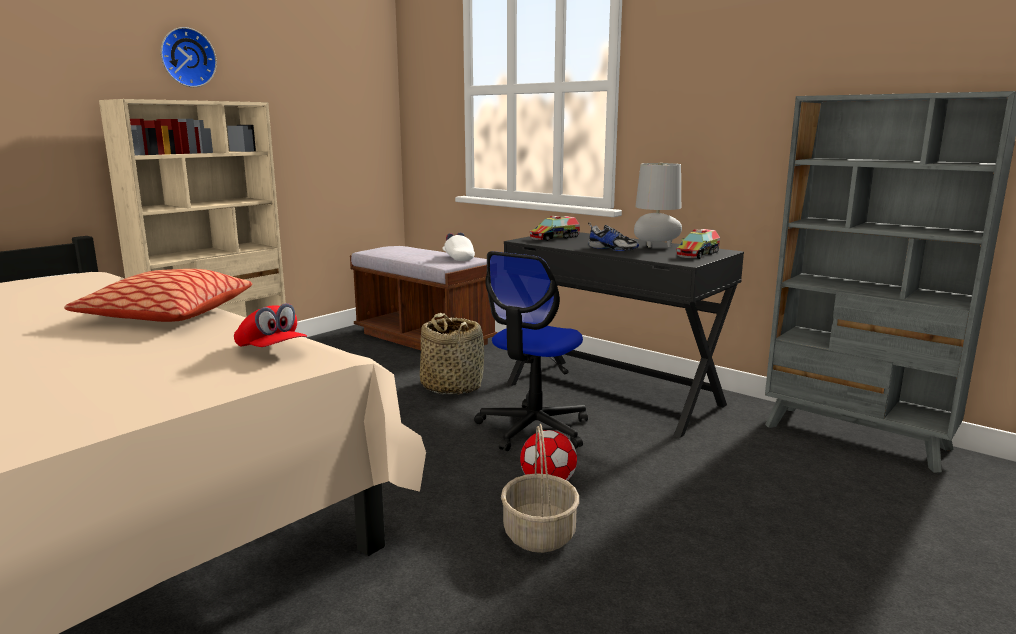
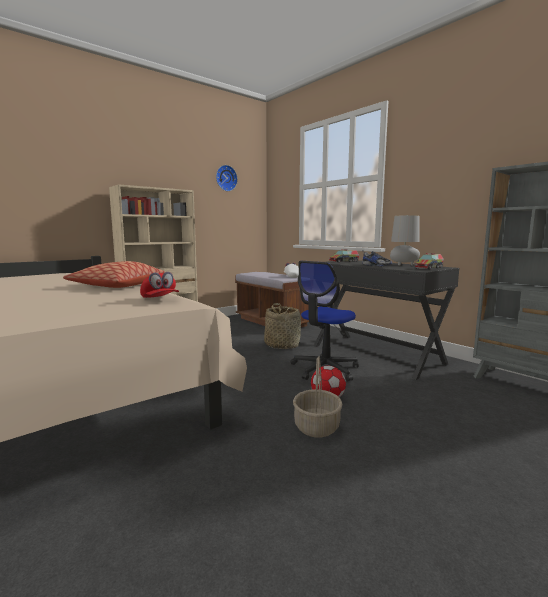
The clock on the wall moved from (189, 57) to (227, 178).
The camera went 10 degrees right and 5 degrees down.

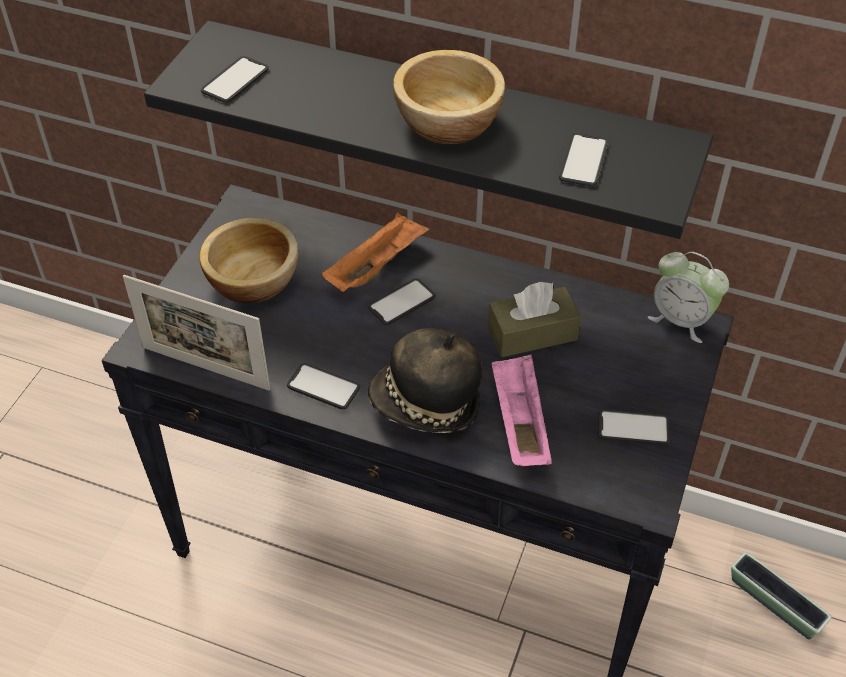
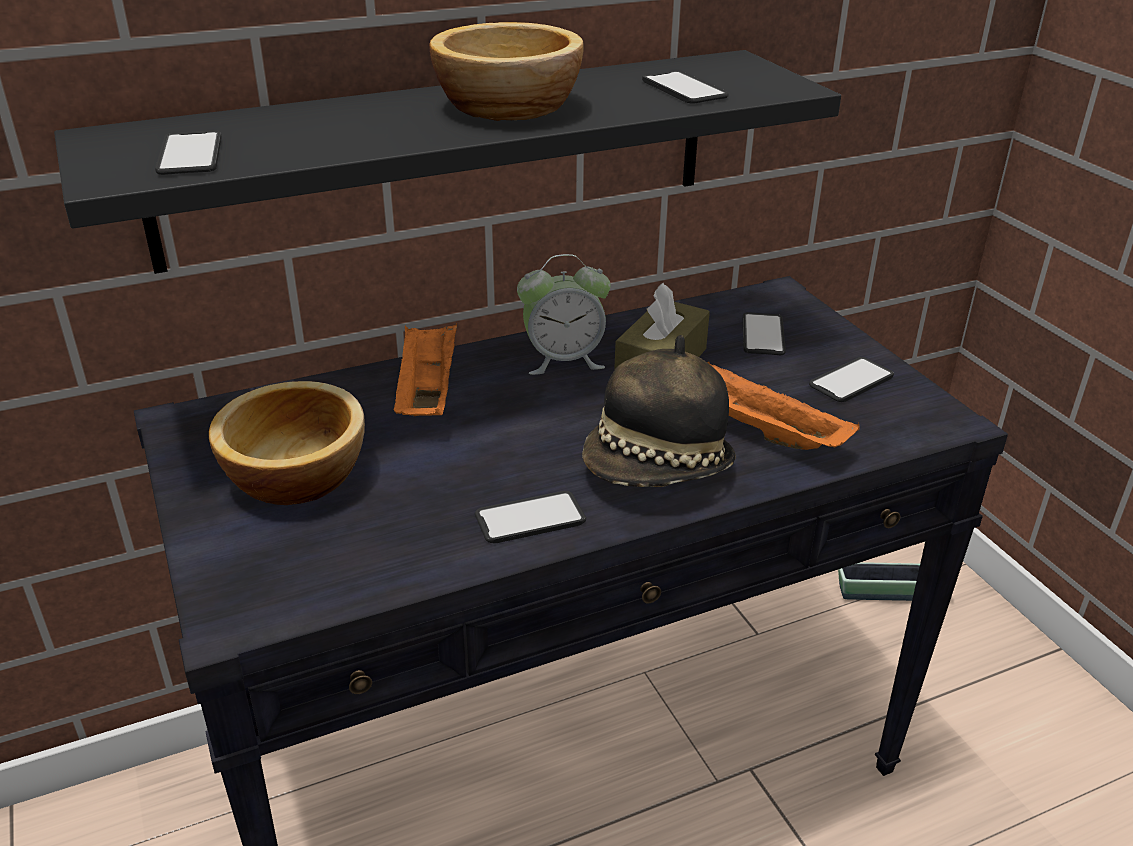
The bedside clock moved from (688, 297) to (564, 314).
The pink serving tray at (521, 410) became the orange serving tray at (784, 405).
The telephone moved from (401, 301) to (764, 333).
The standing frame at (196, 333) disappeared.
The camera went 45 degrees left and 15 degrees down.

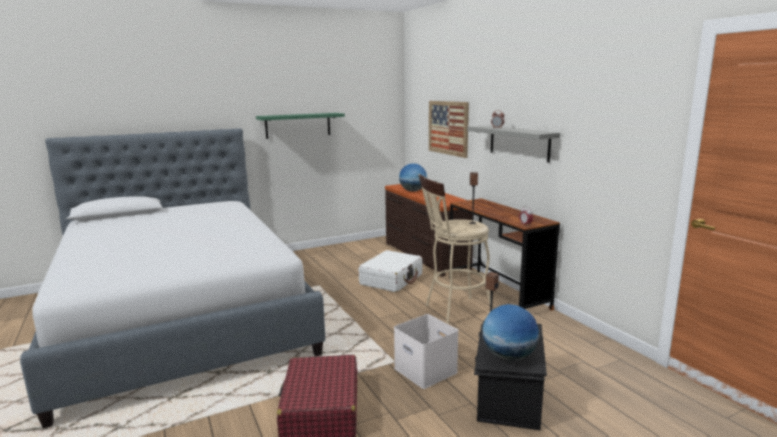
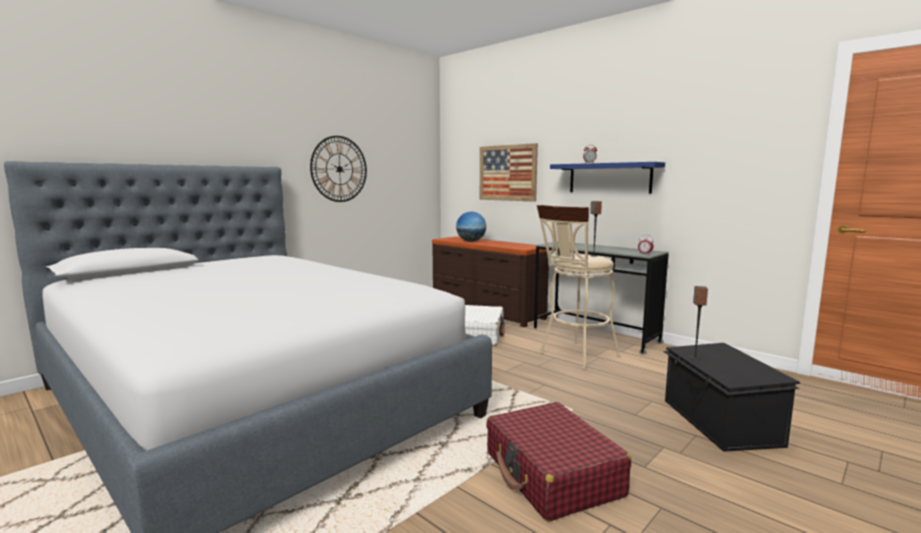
The greenish wall shelf at (300, 126) was replaced by the clock on the wall at (338, 169).
The brownish desk unit at (504, 254) became the gray desk unit at (601, 298).
The gray wall shelf at (513, 144) became the bluish wall shelf at (607, 178).
The white-coloured storage bin at (426, 351) disappeared.
The desk globe at (510, 332) disappeared.
The camera went 20 degrees left and 5 degrees down.

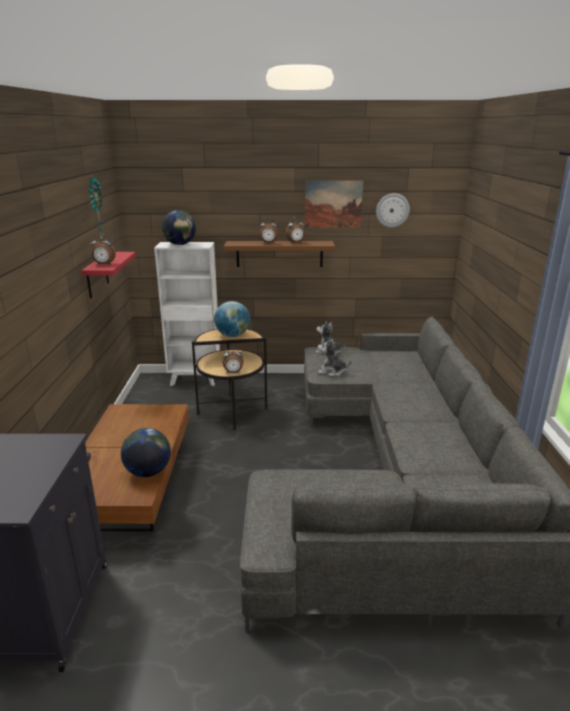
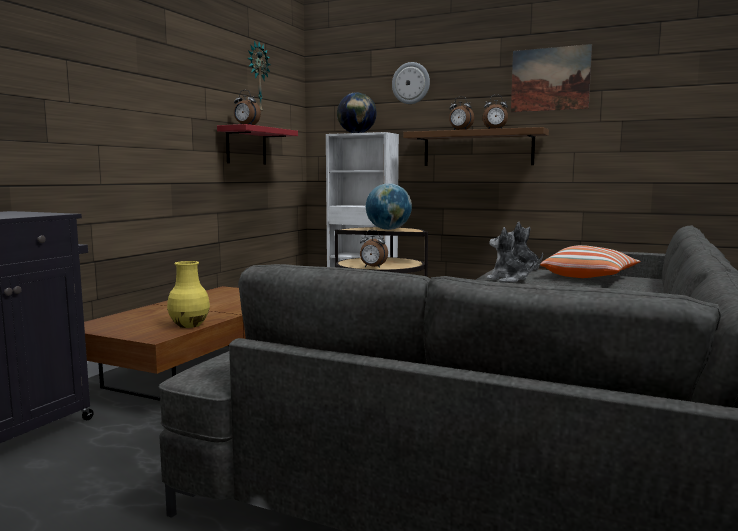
The desk globe at (146, 452) was replaced by the yellow-coloured vase at (188, 294).
The clock on the wall moved from (393, 210) to (411, 83).
The cushion at (590, 261) appeared.
The camera went 25 degrees right and 15 degrees down.

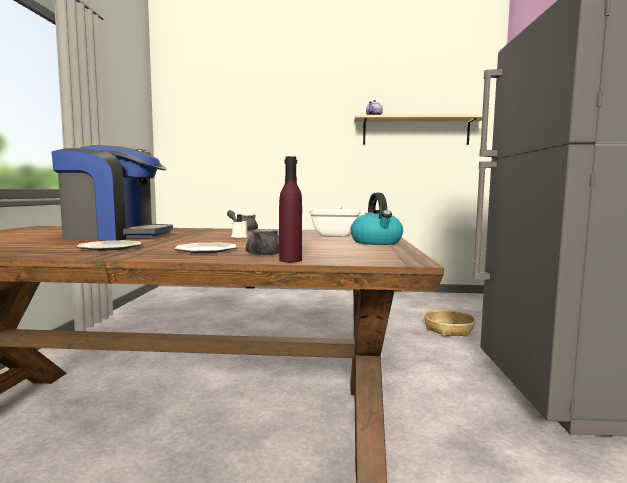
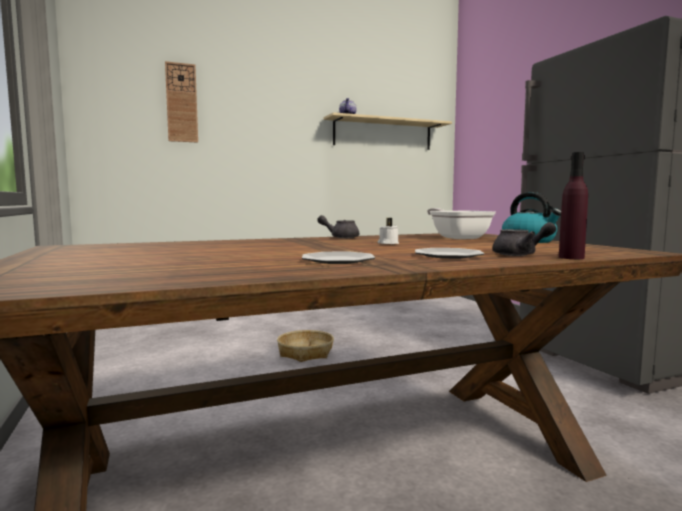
The clock on the wall at (181, 102) appeared.
The storage basket moved from (450, 323) to (305, 346).
The coffee machine at (112, 193) disappeared.
The camera went 25 degrees left and 0 degrees up.

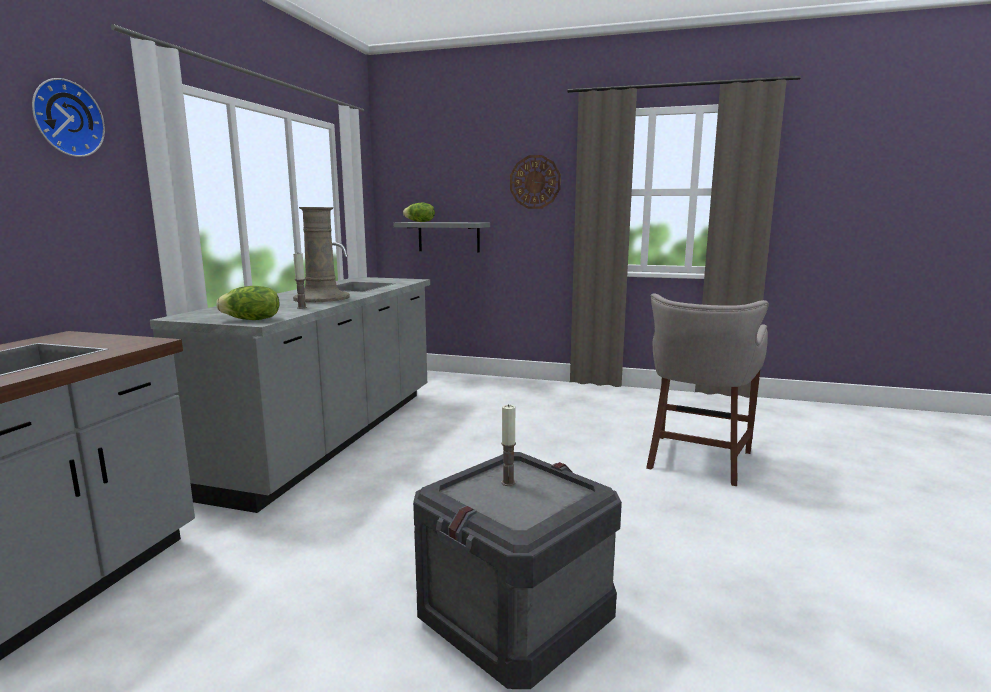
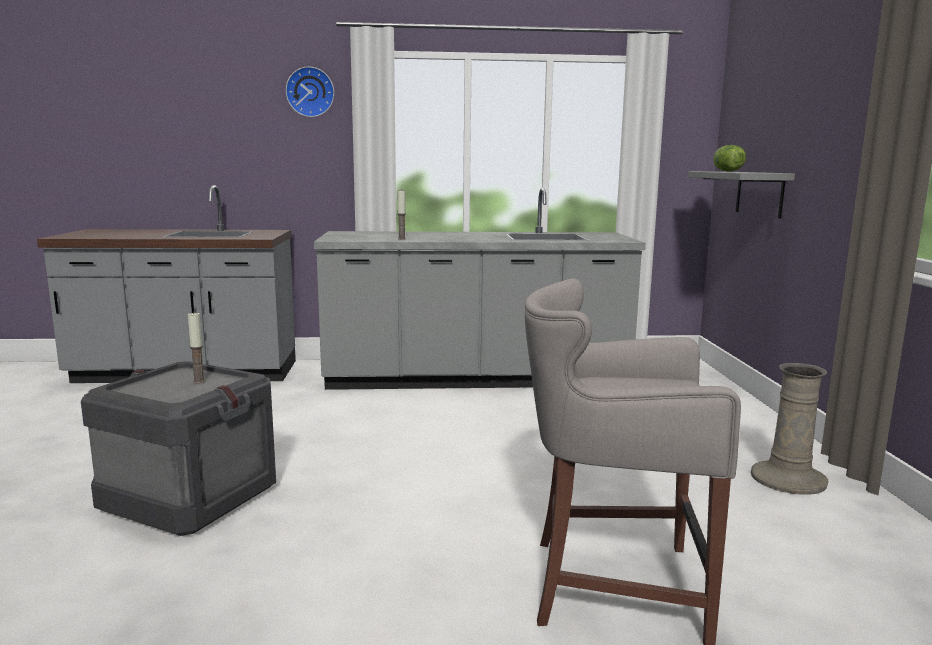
The beige-coloured vase moved from (321, 255) to (789, 429).
The lettuce head at (247, 303) disappeared.
The clock on the wall at (535, 182) disappeared.
The camera went 70 degrees right and 0 degrees up.

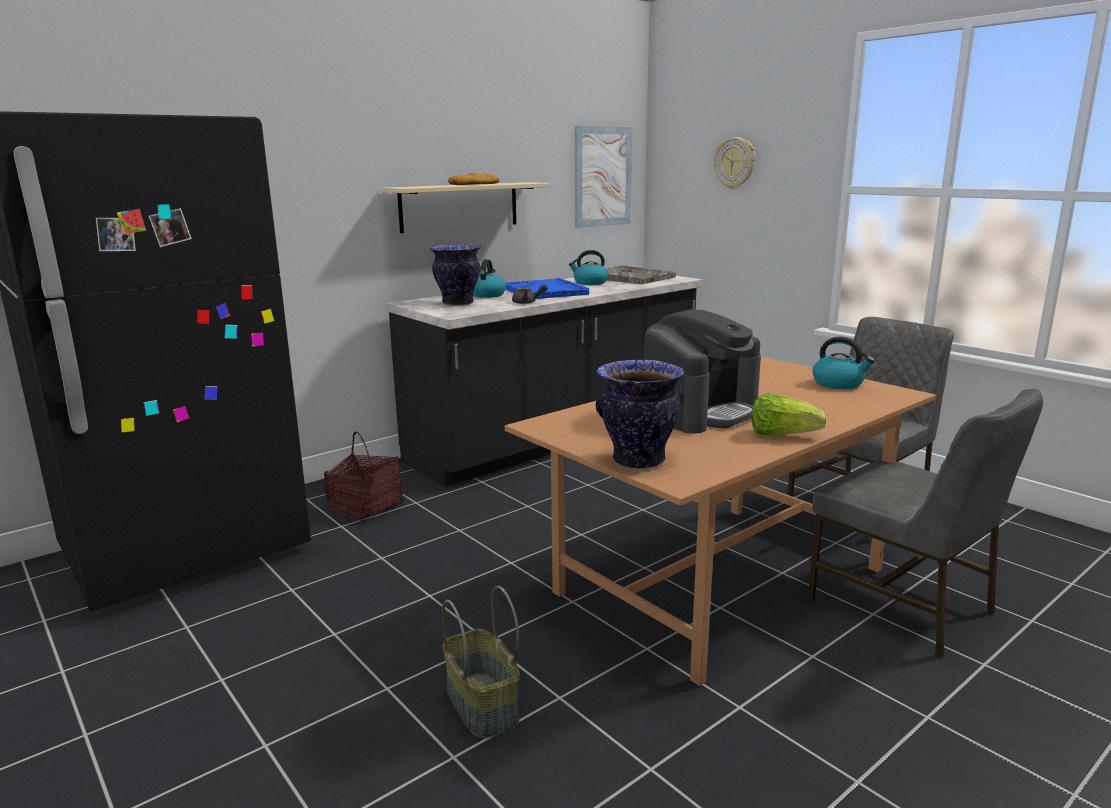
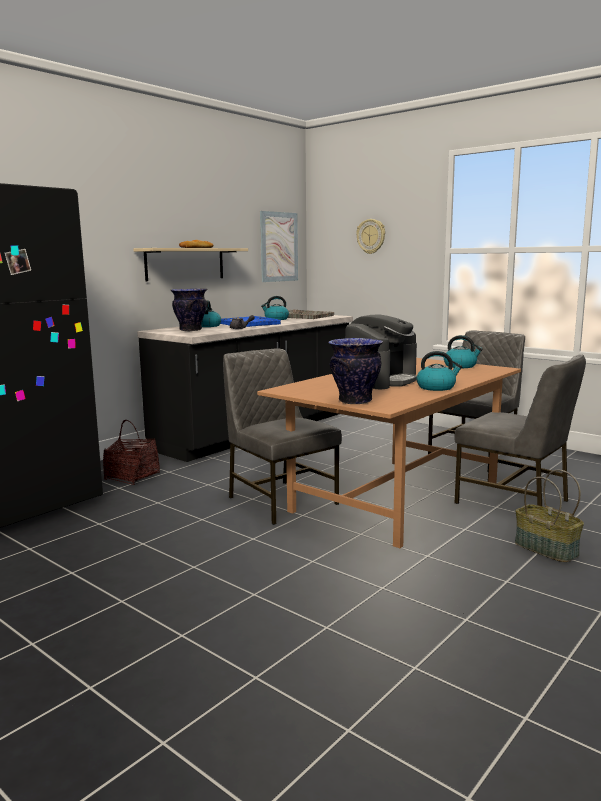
The gray plain chair at (282, 436) appeared.
The lettuce head at (789, 414) was replaced by the kettle at (439, 371).
The storage basket moved from (481, 662) to (549, 516).
The camera went 10 degrees left and 5 degrees down.

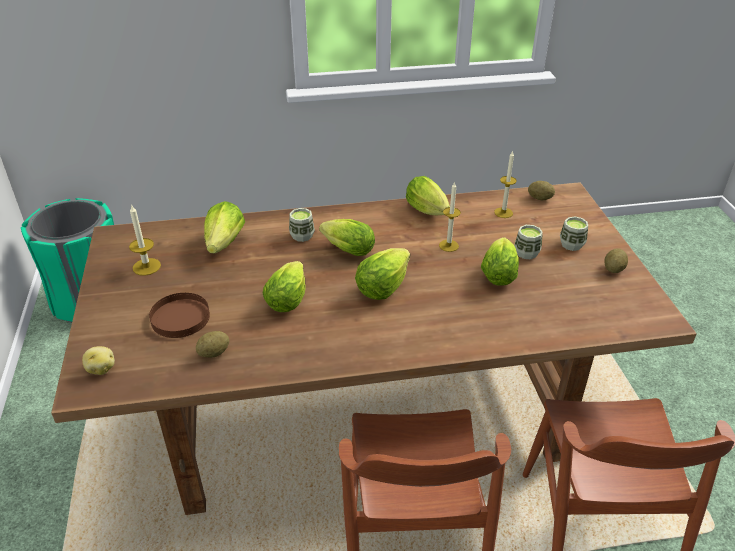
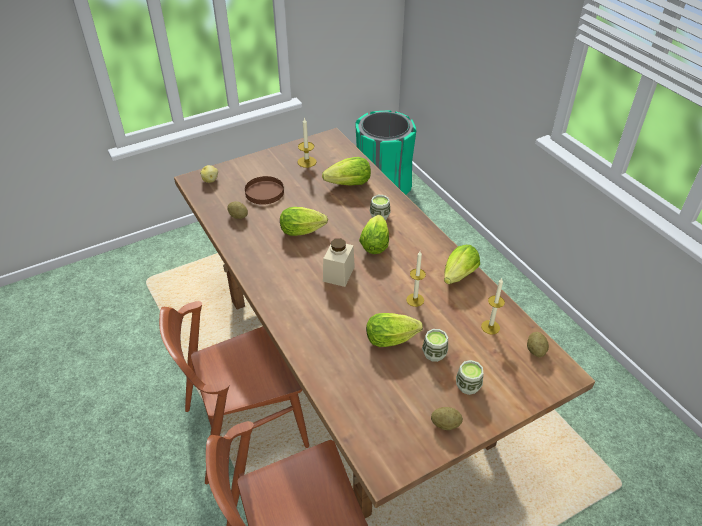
The lettuce head at (382, 274) was replaced by the beige-coloured preserve jar at (339, 262).
The camera went 70 degrees right and 5 degrees up.

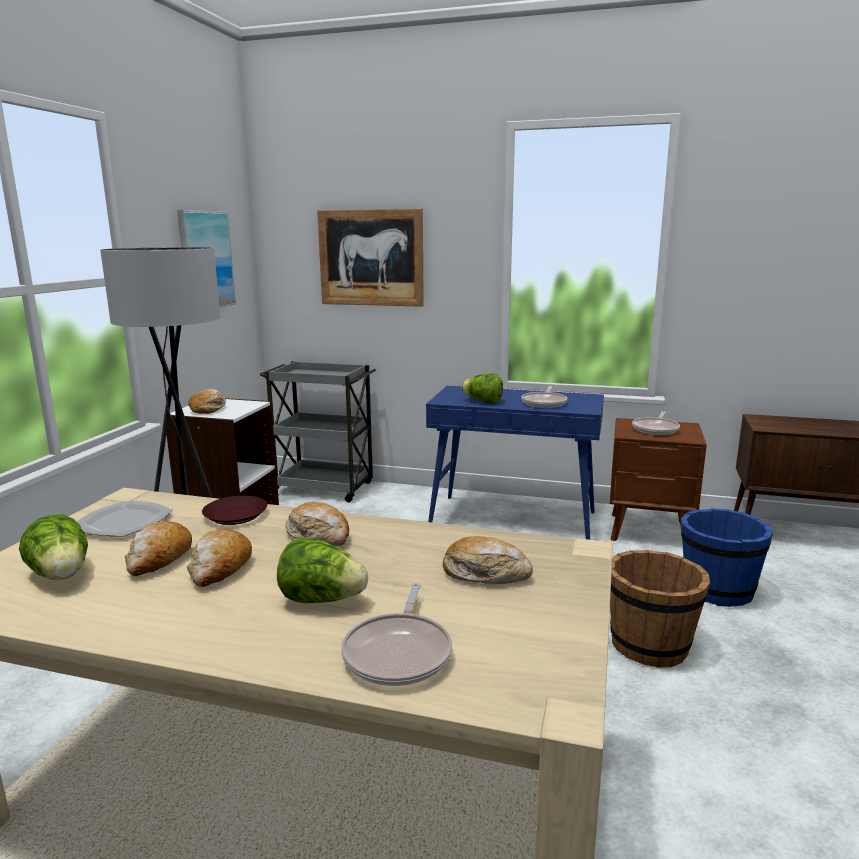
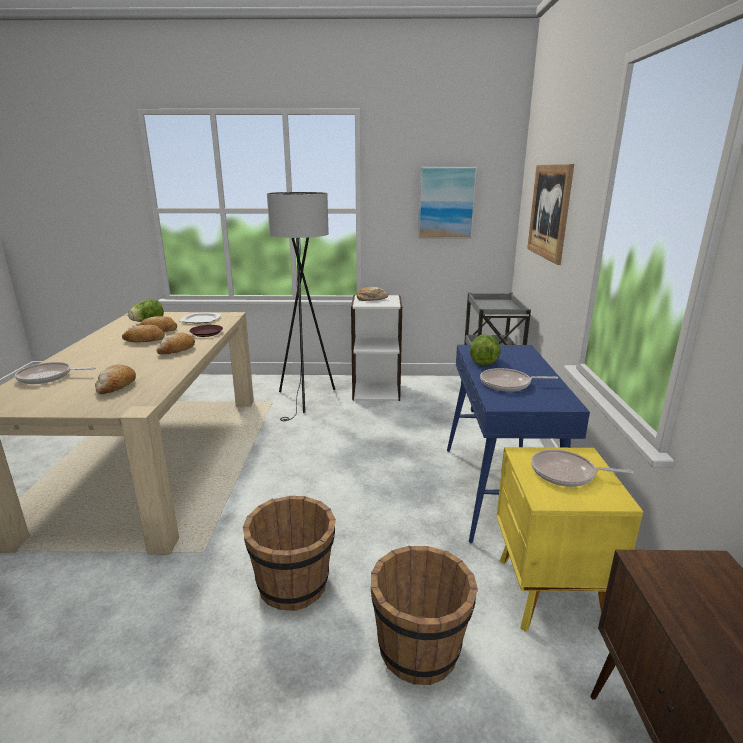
The bluish bucket at (727, 557) became the brownish bucket at (424, 615).
The brownish night table at (658, 479) became the yellow-coloured night table at (569, 539).
The lettuce head at (322, 570) disappeared.
The camera went 75 degrees right and 5 degrees up.

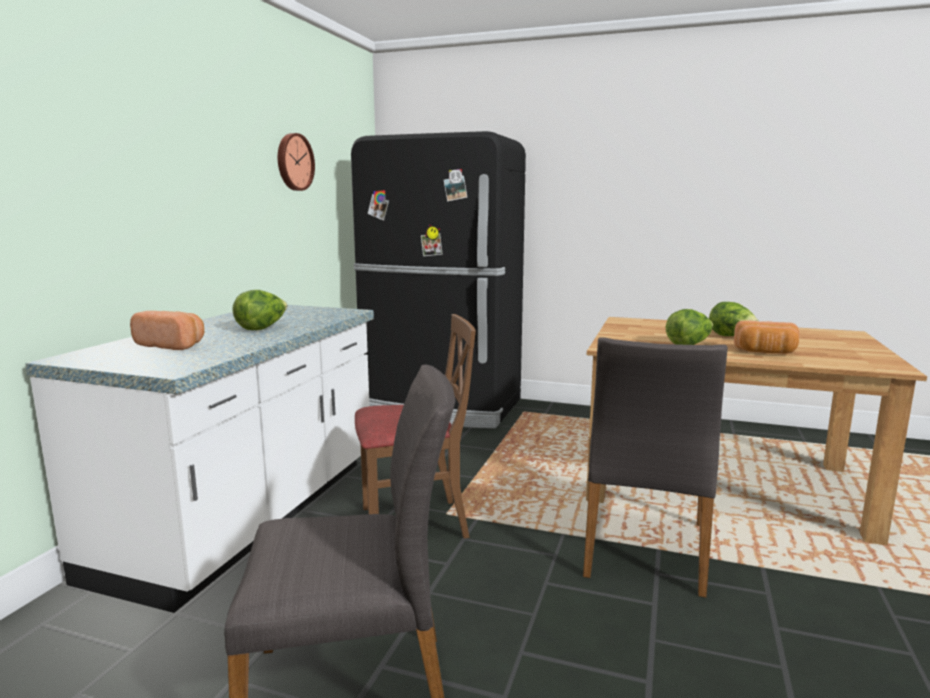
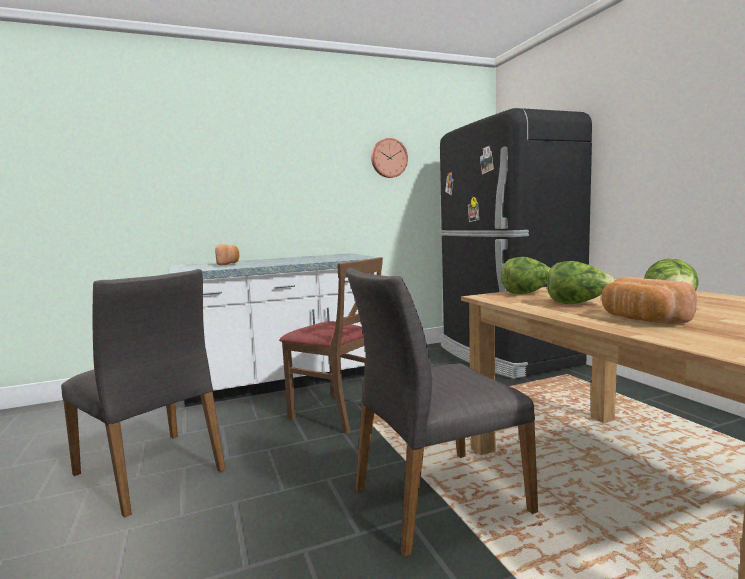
The lettuce head moved from (259, 310) to (525, 275).
The camera went 50 degrees right and 5 degrees down.

